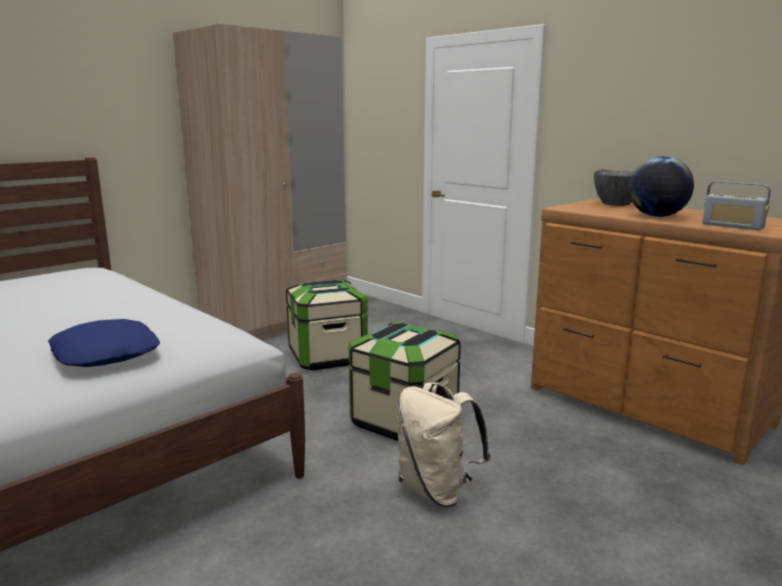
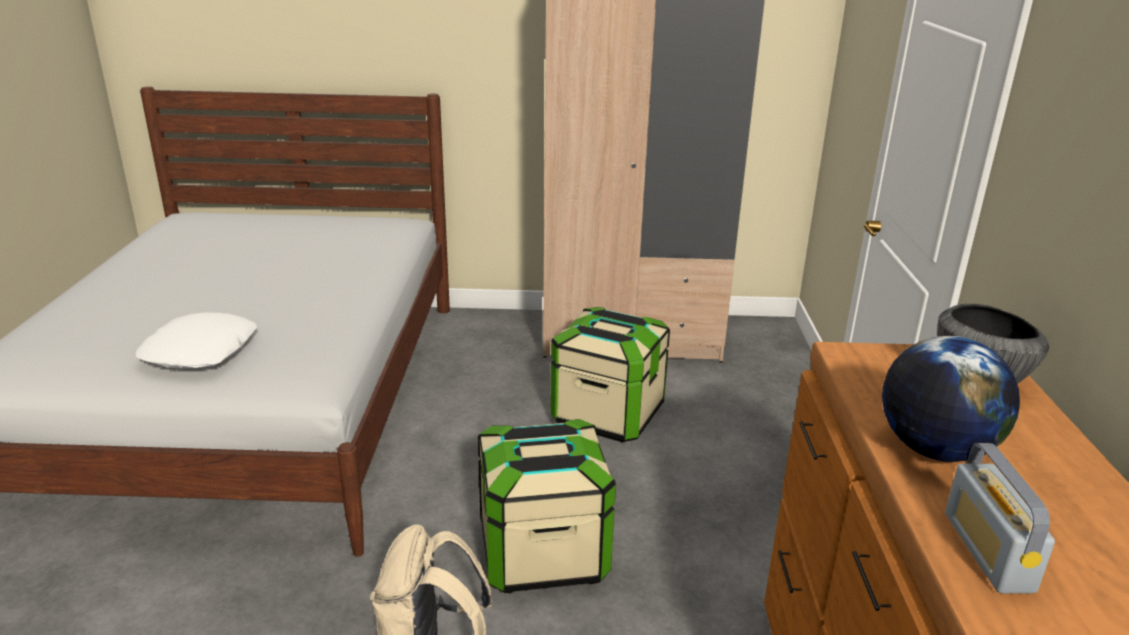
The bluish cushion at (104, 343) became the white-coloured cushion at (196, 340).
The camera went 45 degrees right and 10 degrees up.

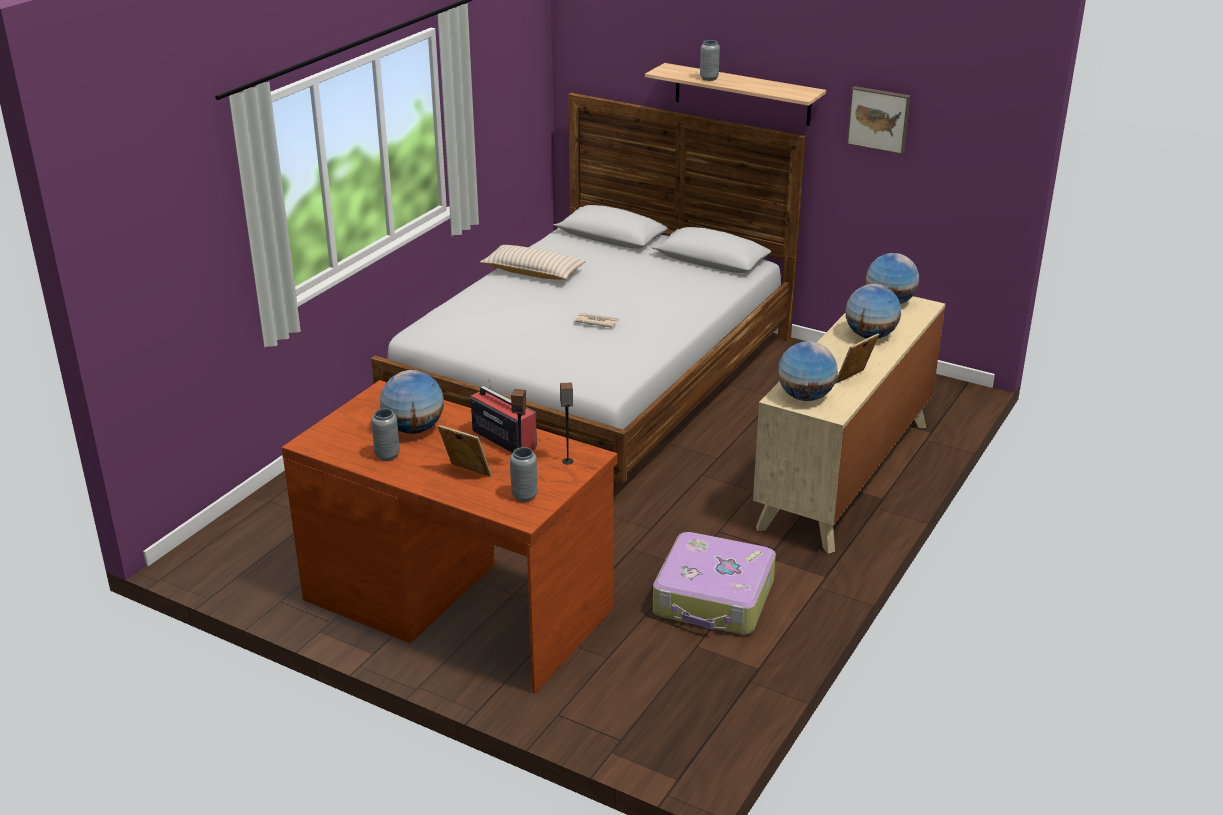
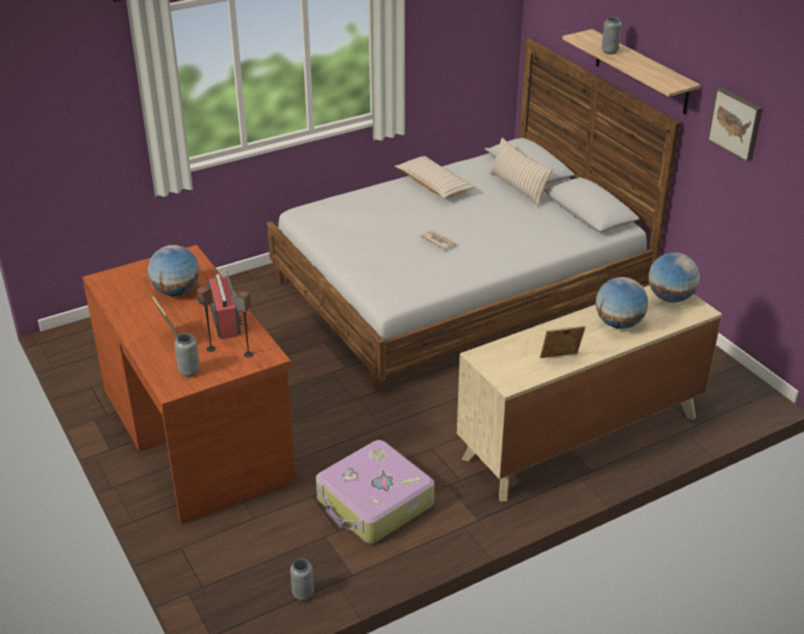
The gray vase moved from (385, 434) to (302, 580).
The beige-coloured cushion at (520, 172) appeared.
The desk globe at (808, 371) disappeared.
The camera went 30 degrees right and 5 degrees up.

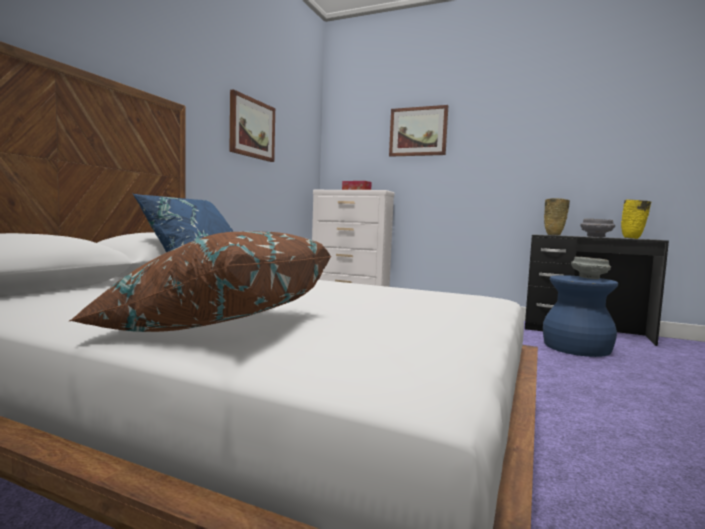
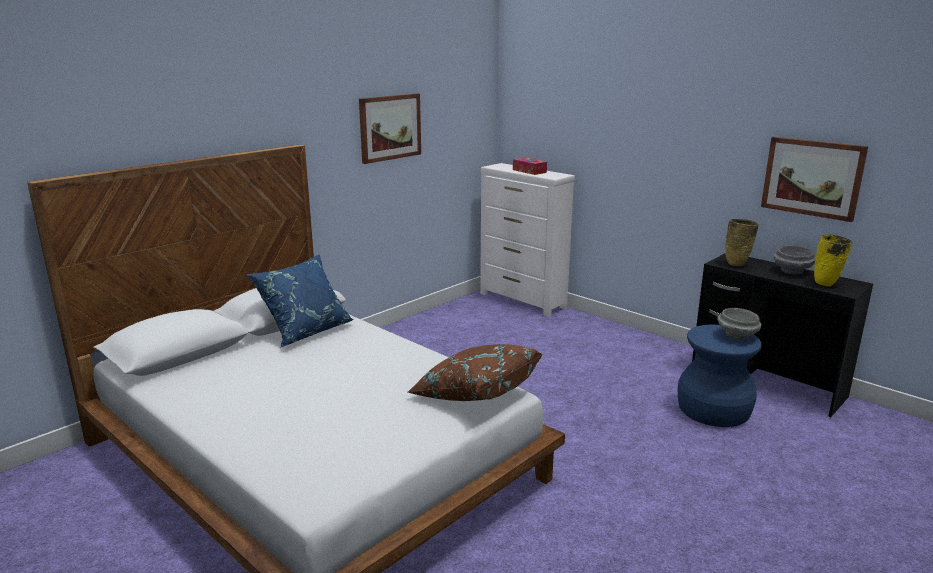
The brownish cushion moved from (200, 281) to (475, 372).
The wall picture moved from (418, 131) to (814, 179).
The camera went 20 degrees right and 15 degrees up.

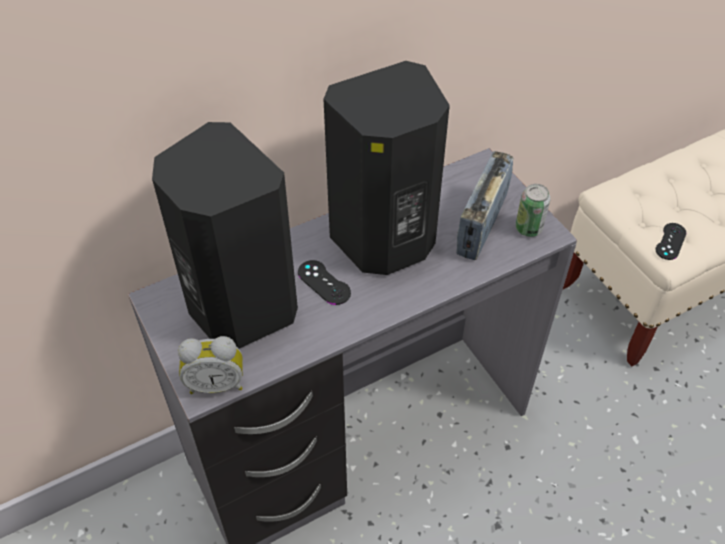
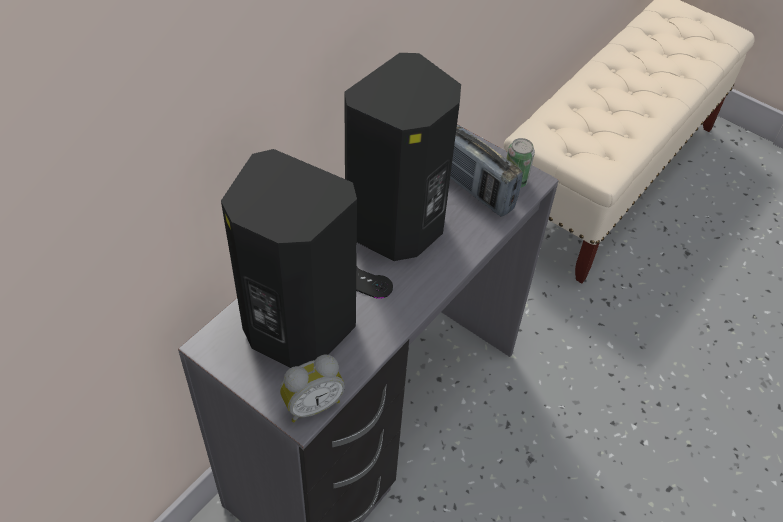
The radio set at (485, 205) turned 45 degrees counterclockwise.
The blackish gamepad at (670, 241) disappeared.
The camera went 25 degrees left and 0 degrees up.

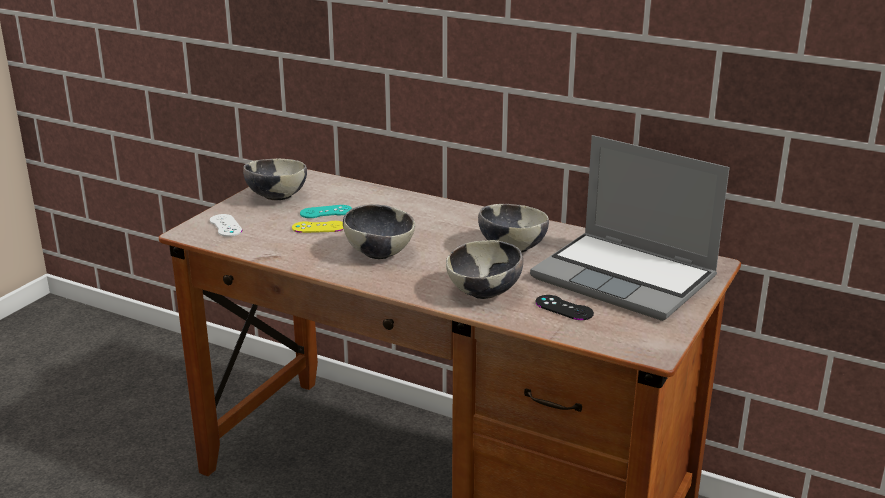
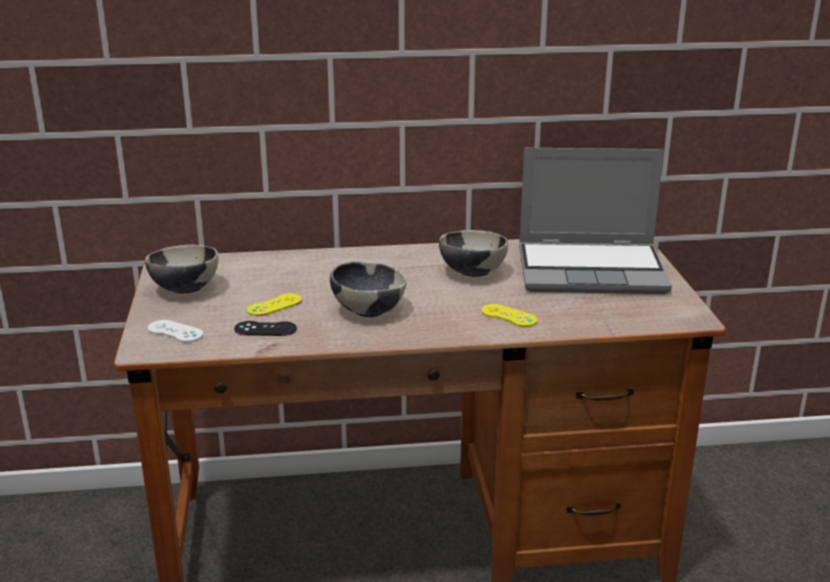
The blackish gamepad moved from (565, 307) to (265, 328).
The bowl at (484, 269) was replaced by the yellow-coloured gamepad at (509, 315).
The turquoise-coloured gamepad at (326, 211) disappeared.
The camera went 35 degrees left and 0 degrees up.

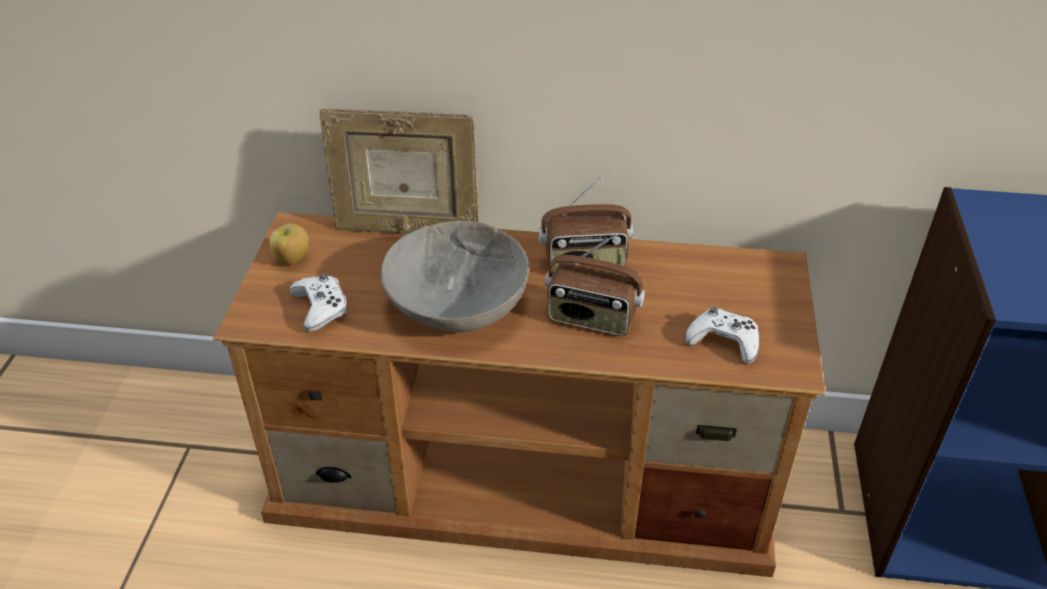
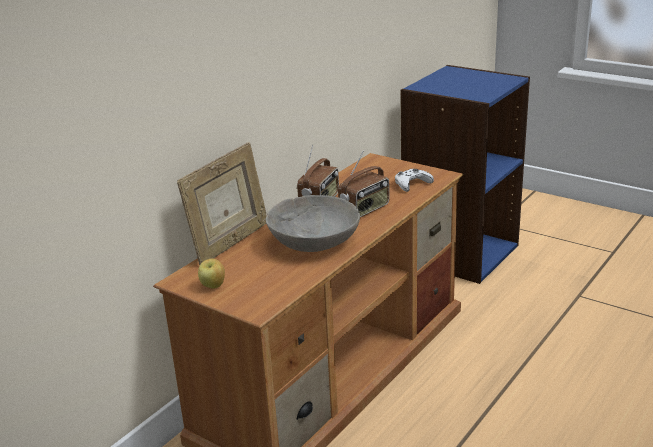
The white-coloured gamepad at (318, 302) disappeared.
The camera went 60 degrees left and 15 degrees down.

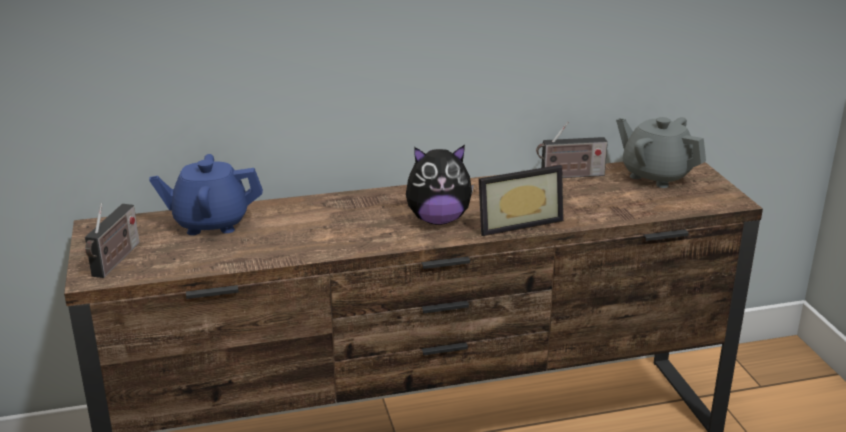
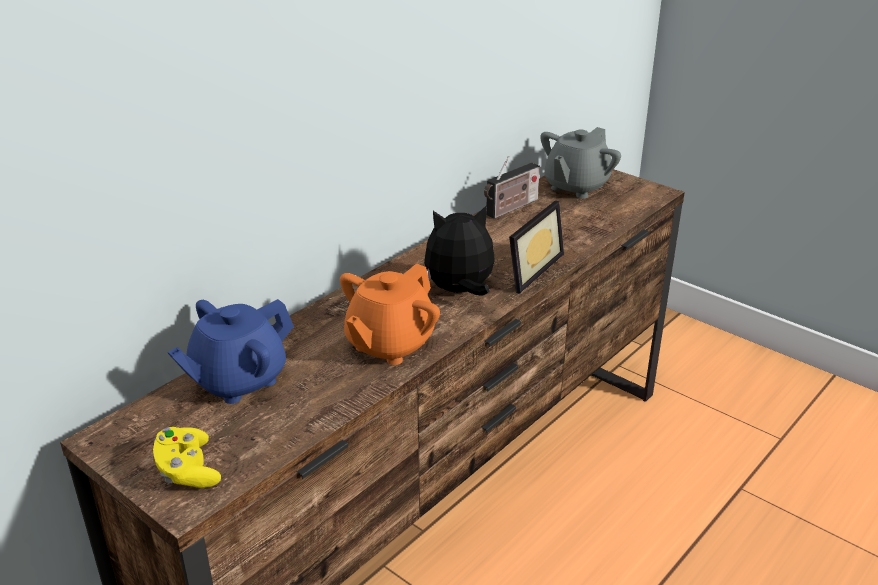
The radio set at (112, 240) was replaced by the yellow-coloured gamepad at (187, 457).
The orange tea pot at (390, 314) appeared.
The cuddly toy at (440, 185) turned 150 degrees counterclockwise.
The gray tea pot at (661, 152) turned 60 degrees counterclockwise.
The camera went 35 degrees left and 5 degrees up.

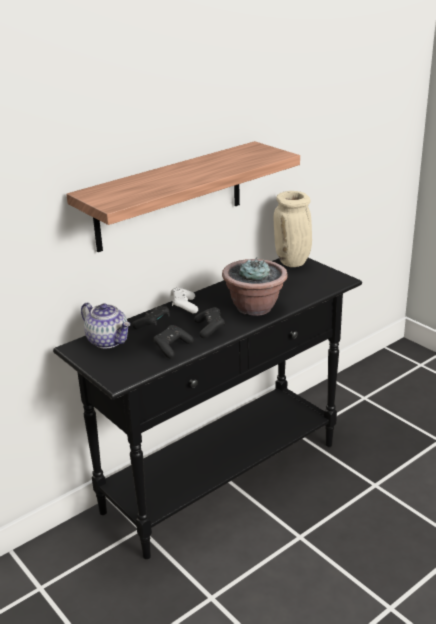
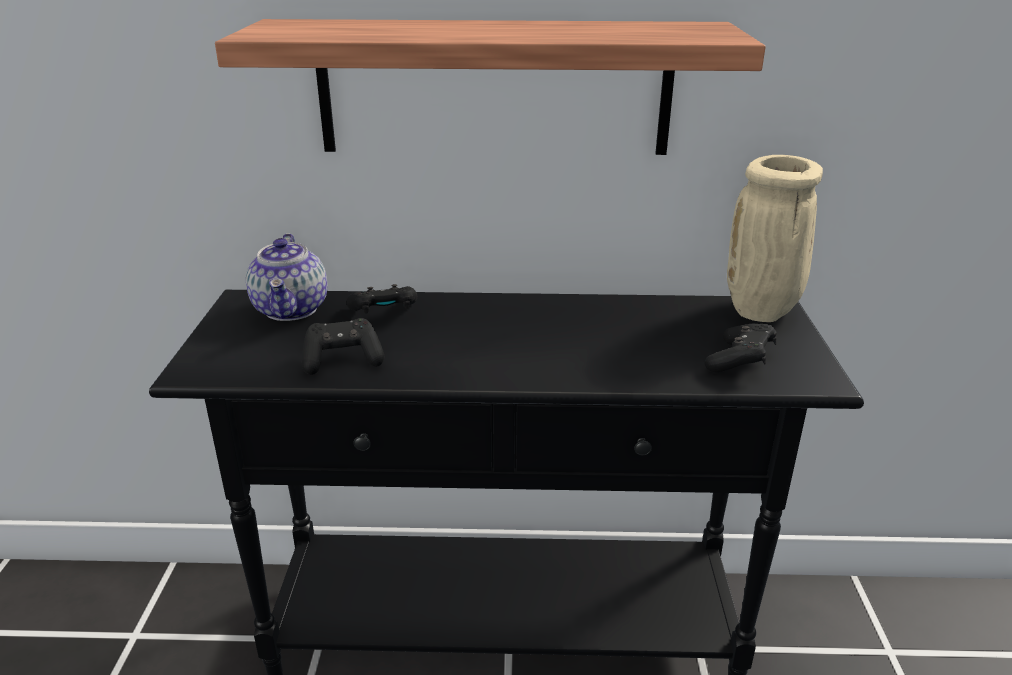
The blackish gamepad moved from (209, 322) to (741, 348).
The white-coloured gamepad at (184, 300) disappeared.
The houseplant at (255, 286) disappeared.
The camera went 40 degrees right and 0 degrees up.

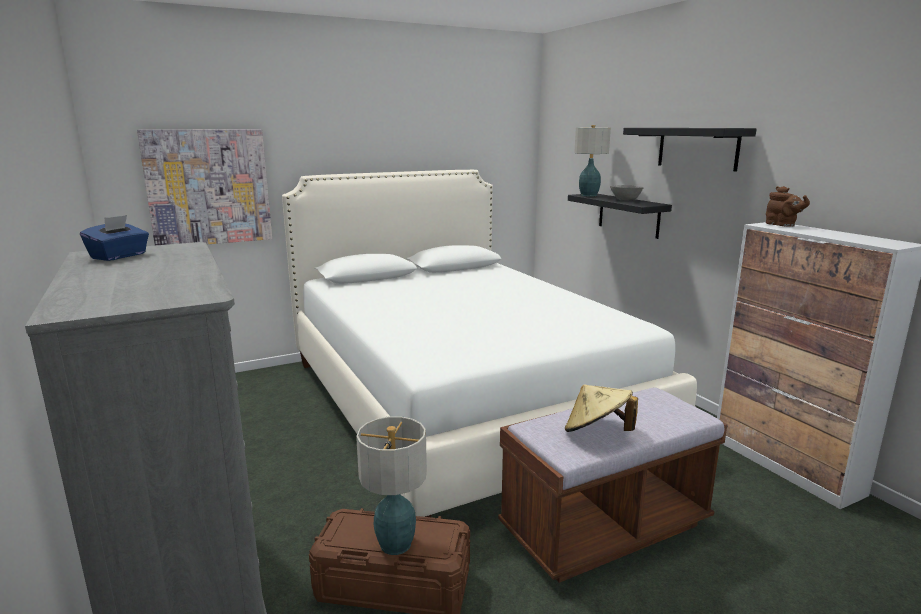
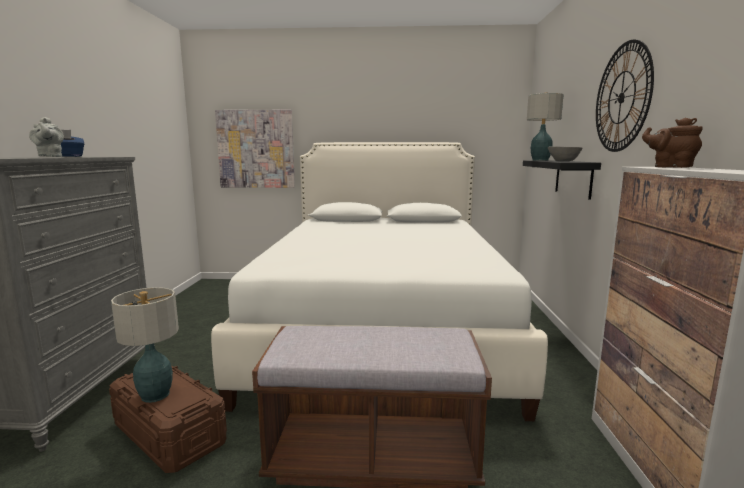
The gray tea pot at (46, 137) appeared.
The blackish wall shelf at (690, 149) was replaced by the clock on the wall at (625, 95).
The brownish tea pot at (788, 206) turned 135 degrees clockwise.
The beige-coloured hat at (601, 408) disappeared.
The camera went 30 degrees right and 5 degrees down.

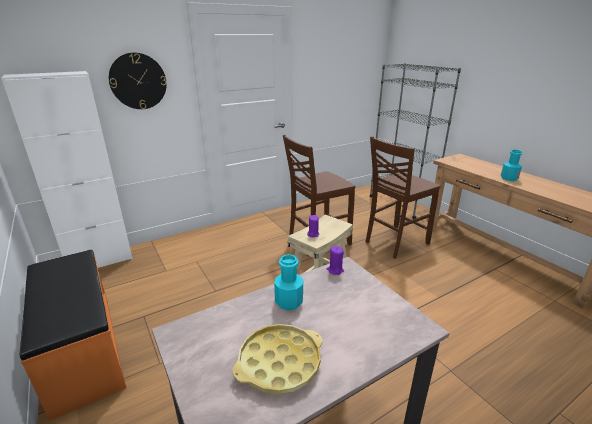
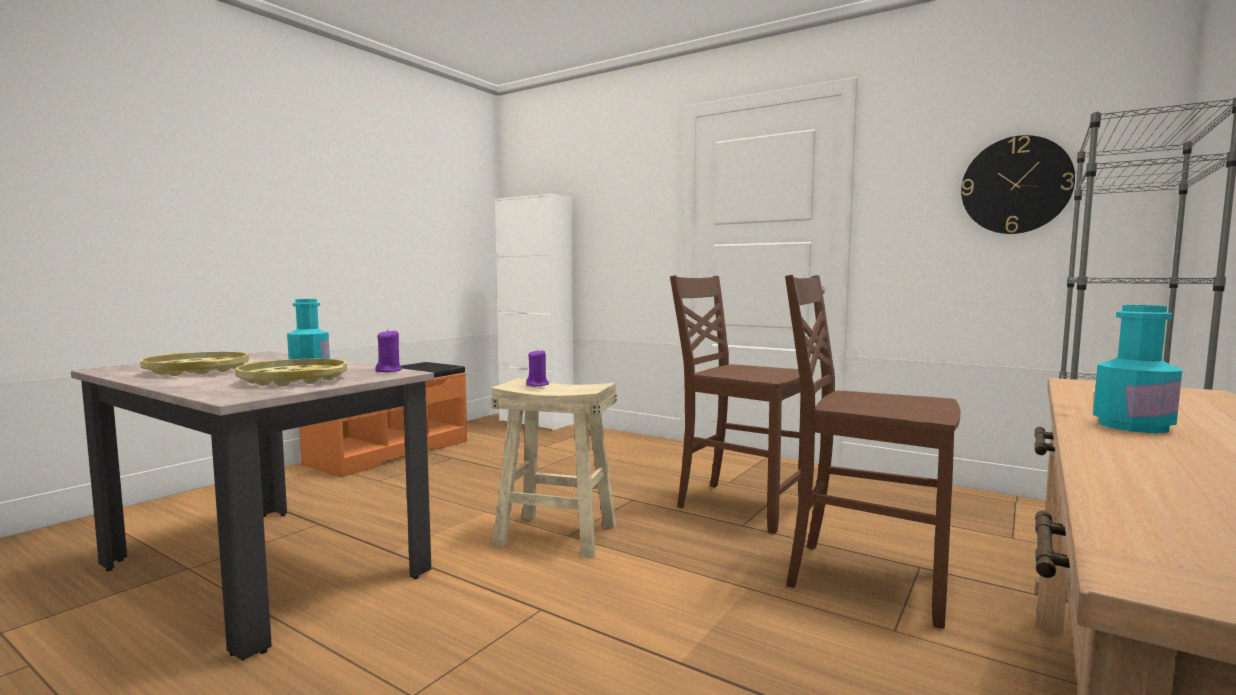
The yellow-coloured serving tray at (291, 373) appeared.
The clock on the wall moved from (138, 80) to (1018, 184).
The camera went 65 degrees right and 20 degrees down.

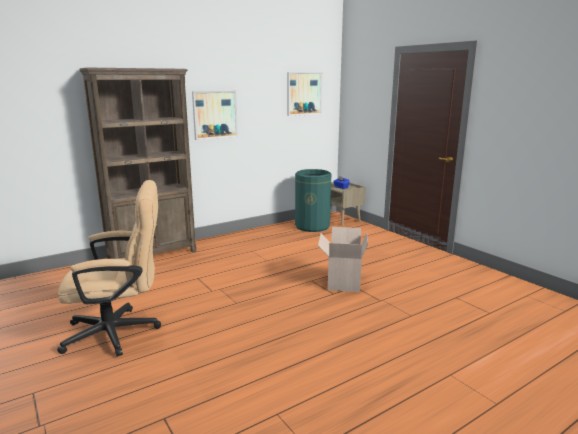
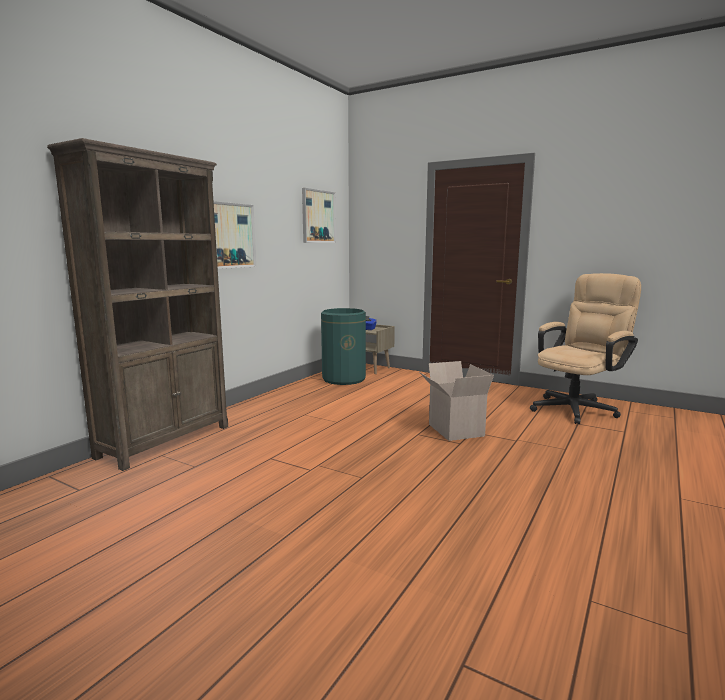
The beige-coloured desk chair moved from (109, 268) to (585, 348).
The camera went 25 degrees left and 5 degrees down.

